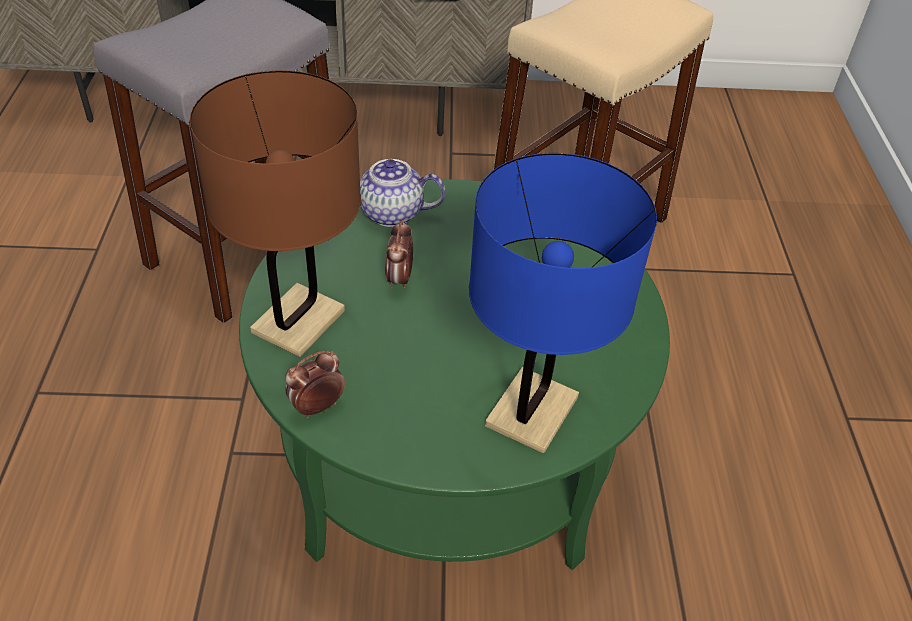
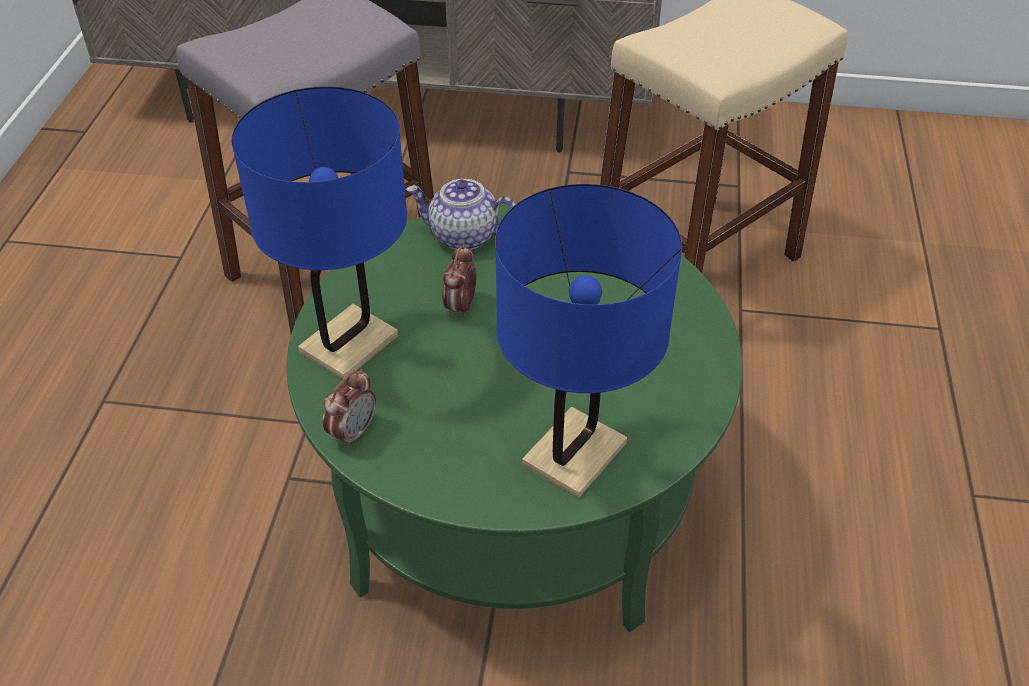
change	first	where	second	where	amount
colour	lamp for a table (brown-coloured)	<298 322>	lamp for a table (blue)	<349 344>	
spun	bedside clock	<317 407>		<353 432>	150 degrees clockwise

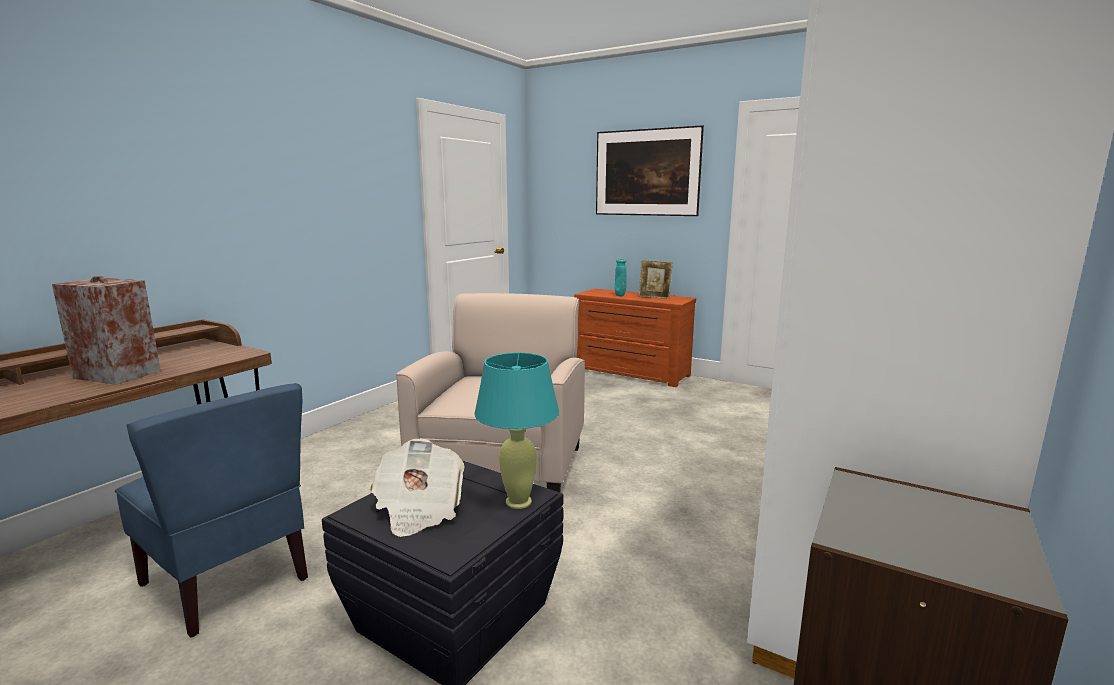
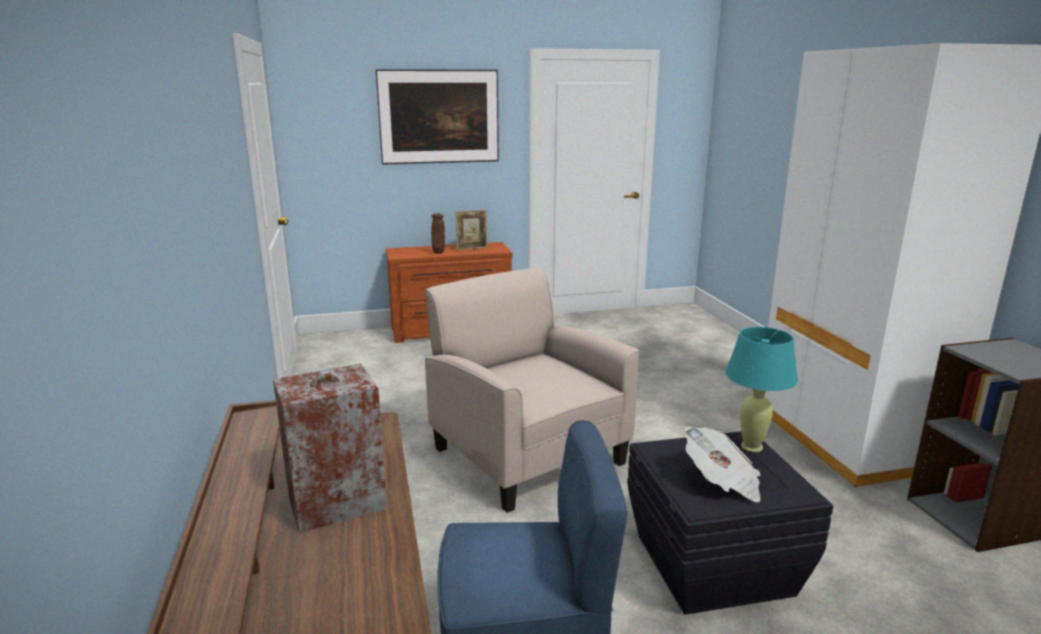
change	first	where	second	where	amount
colour	decorative vase (turquoise)	<620 296>	decorative vase (brown-coloured)	<438 253>	

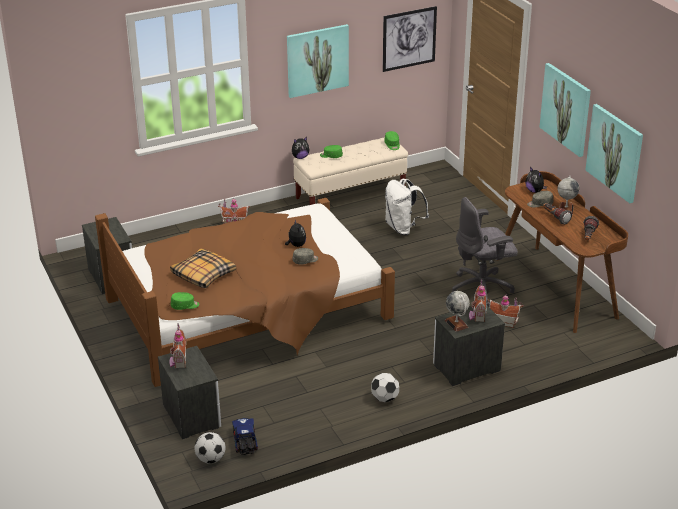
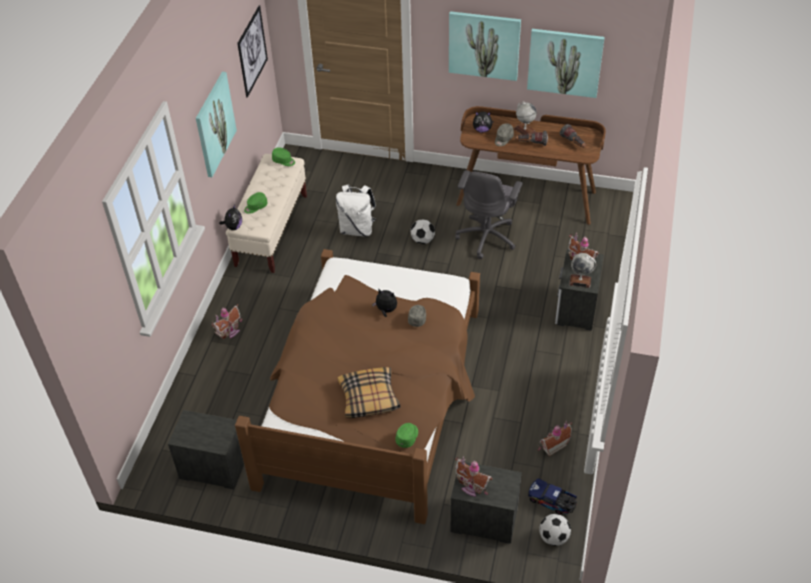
change	first	where	second	where	amount
relocated	model house	<504 322>		<552 446>	
relocated	football	<384 398>		<423 240>	

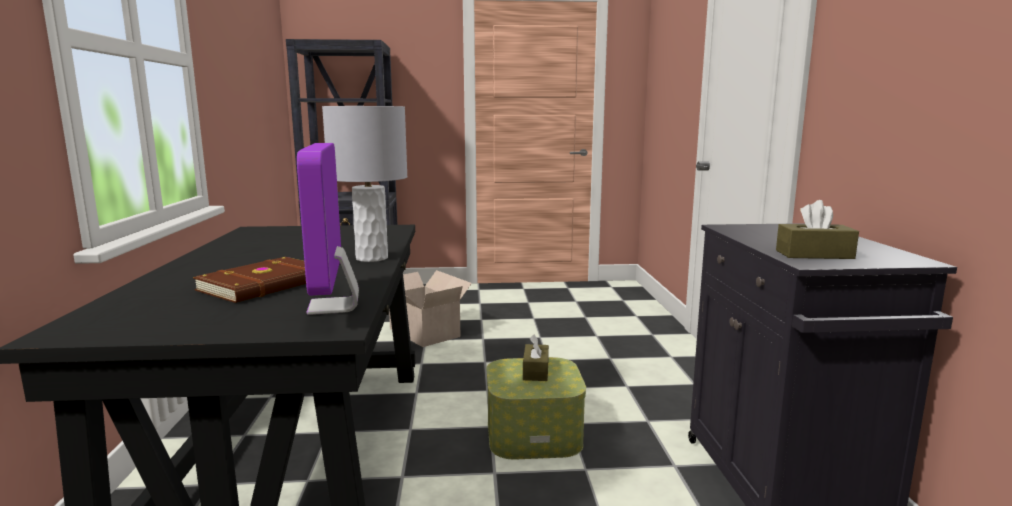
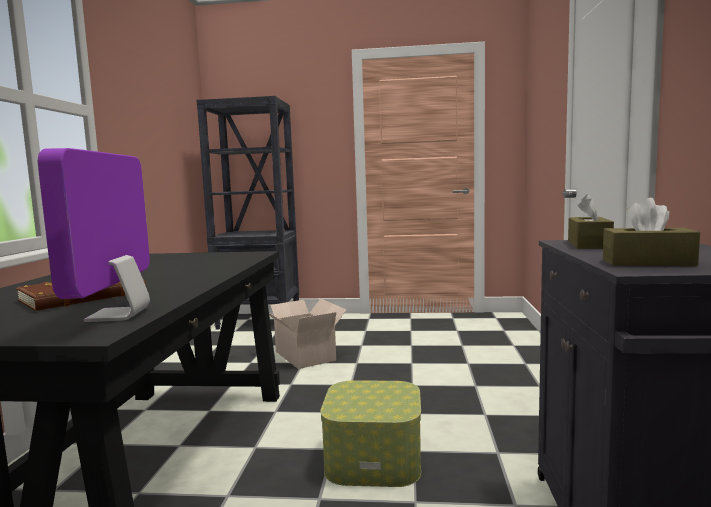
change	first	where	second	where	amount
missing	lamp for a table (grey)	<372 258>			
relocated	tissue holder (brown-coloured)	<535 371>		<589 244>	

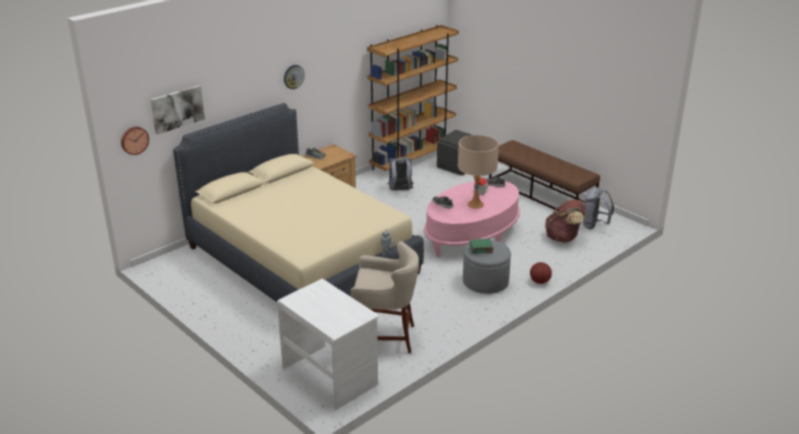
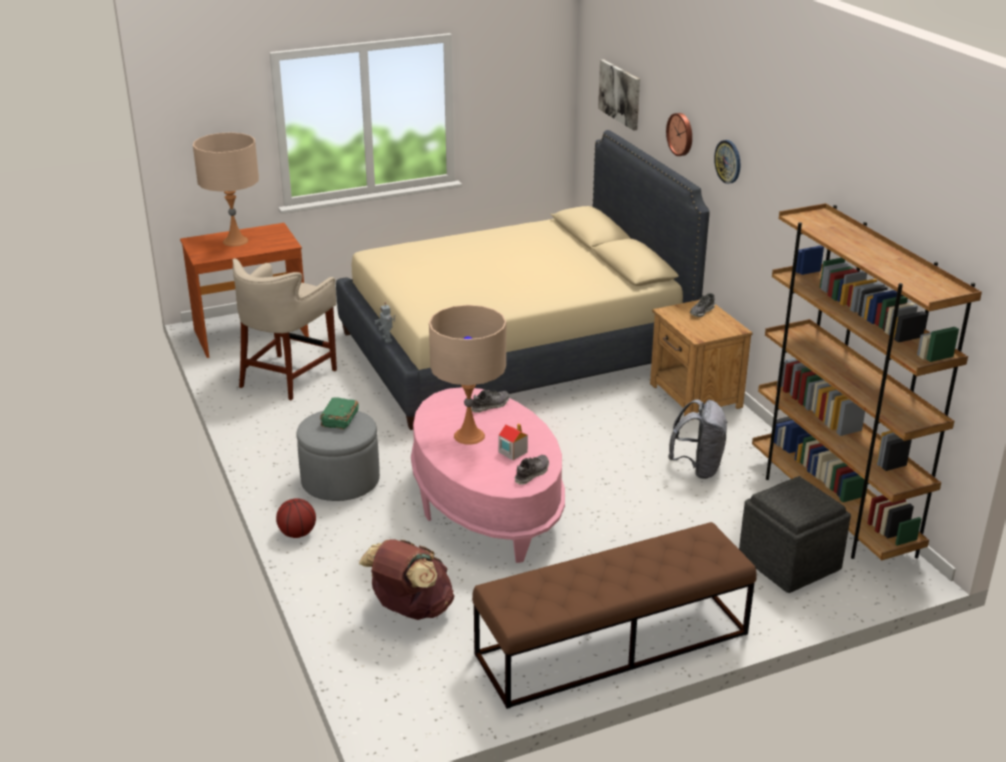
change	first	where	second	where	amount
relocated	hanging clock	<134 140>		<681 134>	
missing	knapsack (grey)	<594 225>			
colour	desk table (white-coloured)	<330 376>	desk table (brown-coloured)	<251 335>	
appeared			lamp for a table (beige)	<235 241>	

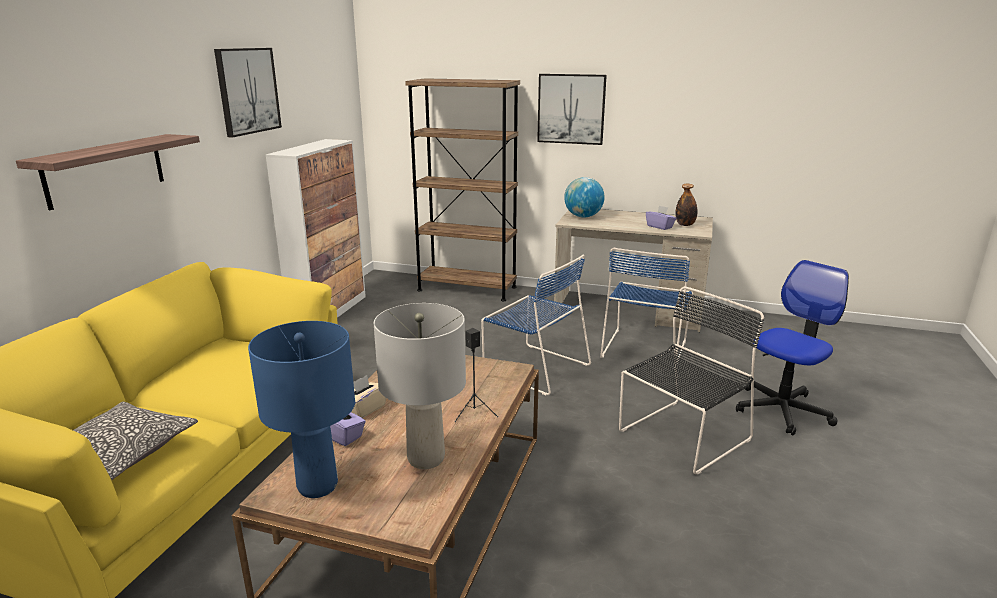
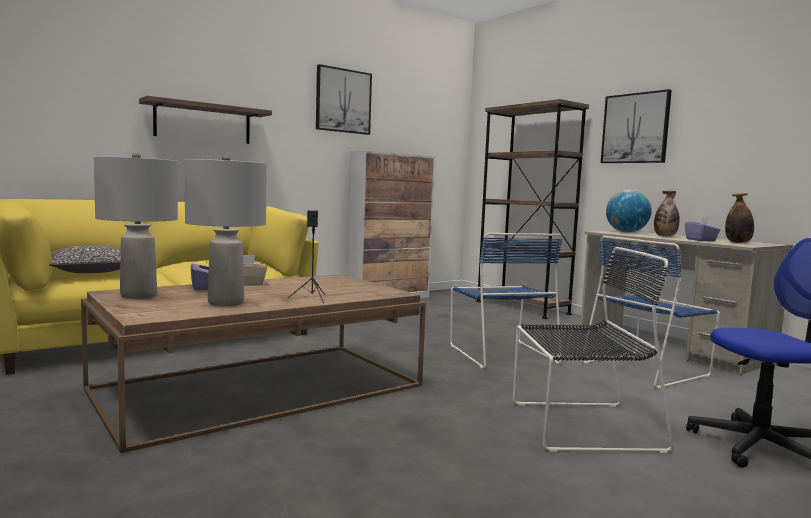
change	first	where	second	where	amount
colour	lamp for a table (blue)	<317 486>	lamp for a table (grey)	<138 295>	
appeared			bottle	<665 236>	

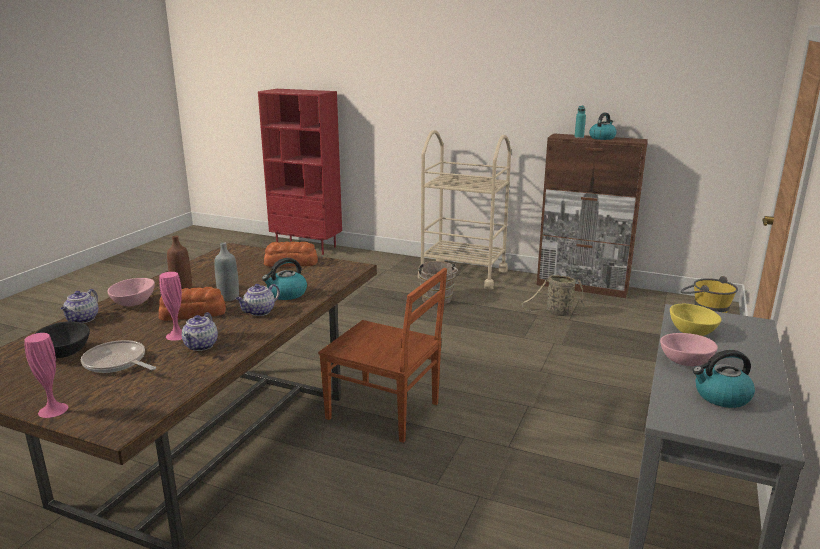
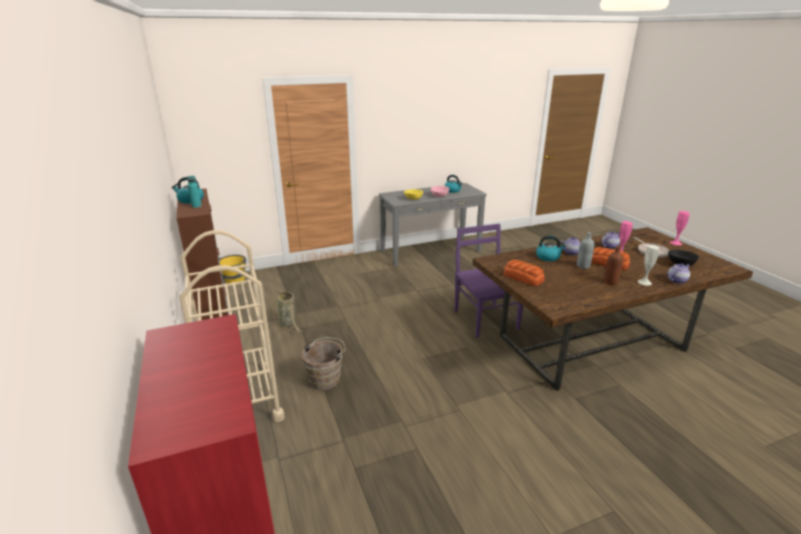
change	first	where	second	where	amount
colour	plain chair (brown-coloured)	<385 412>	plain chair (purple)	<485 318>	
exchanged	deep dish (pink-coloured)	<134 302>	decorative vase (white-coloured)	<644 282>	

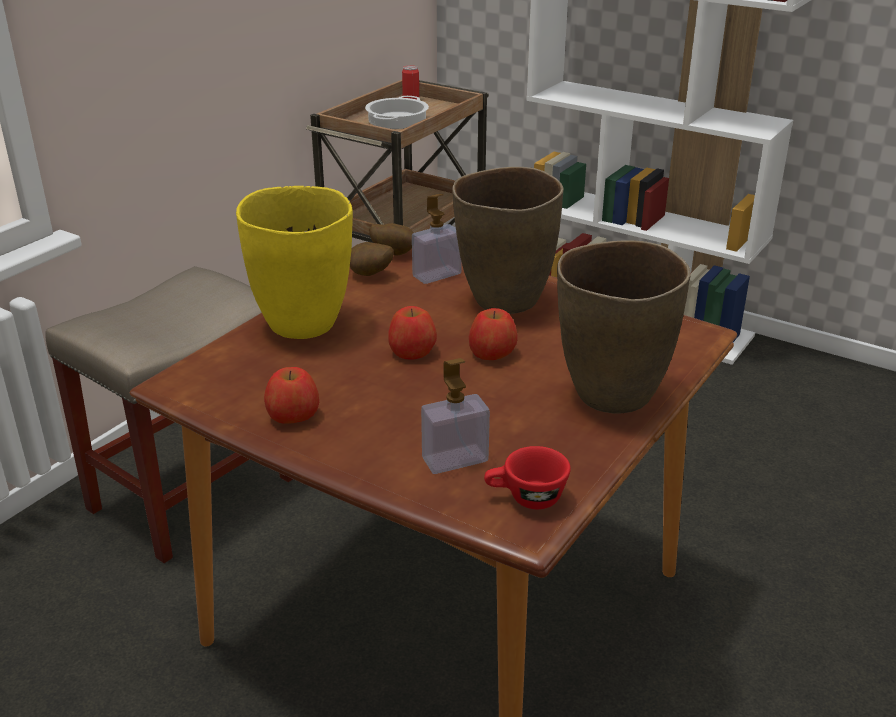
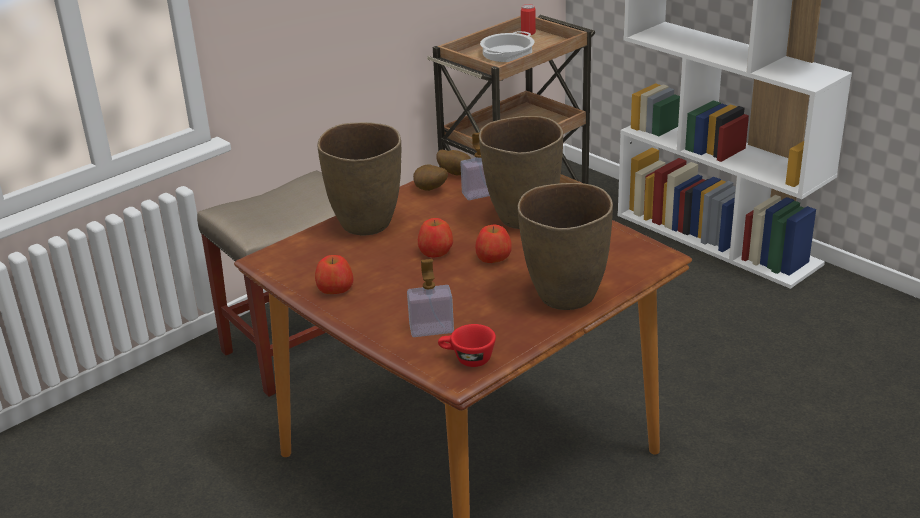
change	first	where	second	where	amount
colour	decorative vase (yellow-coloured)	<304 324>	decorative vase (brown-coloured)	<367 224>	

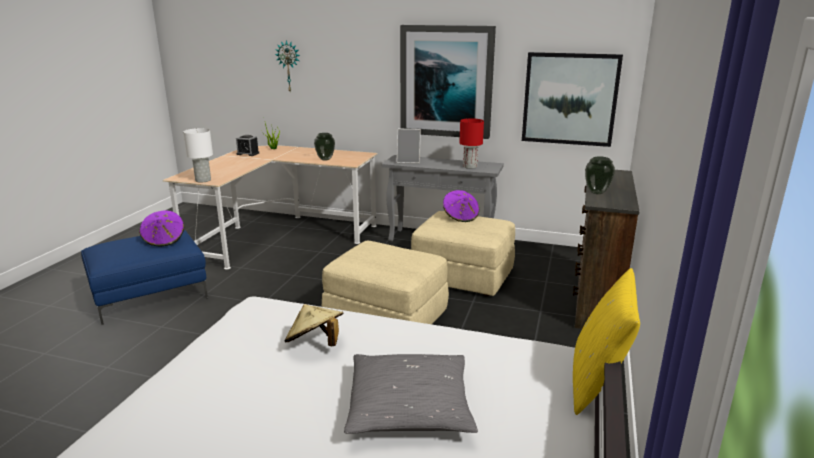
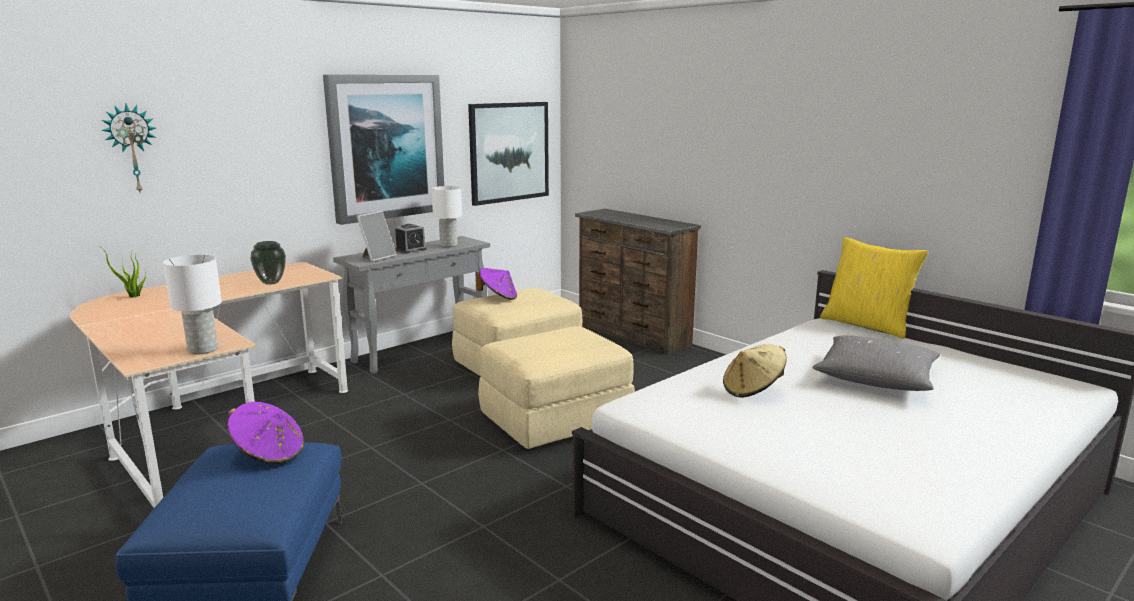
change	first	where	second	where	amount
colour	lamp for a table (red)	<470 166>	lamp for a table (white-coloured)	<448 245>	
relocated	bedside clock	<248 153>		<411 250>	
missing	decorative vase	<596 192>			

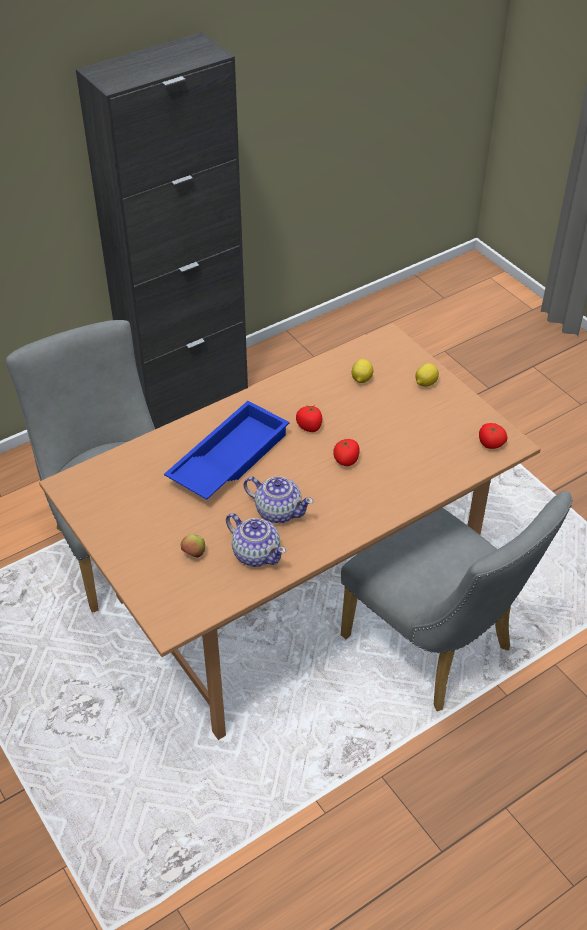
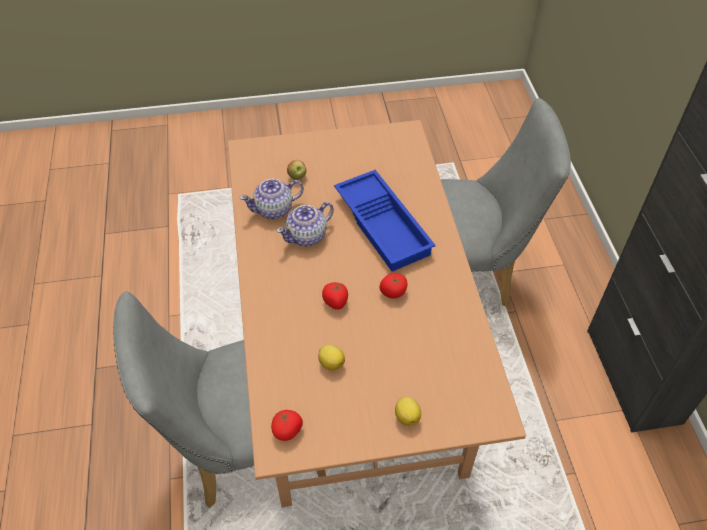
change	first	where	second	where	amount
relocated	whole lemon	<361 379>		<331 363>	

